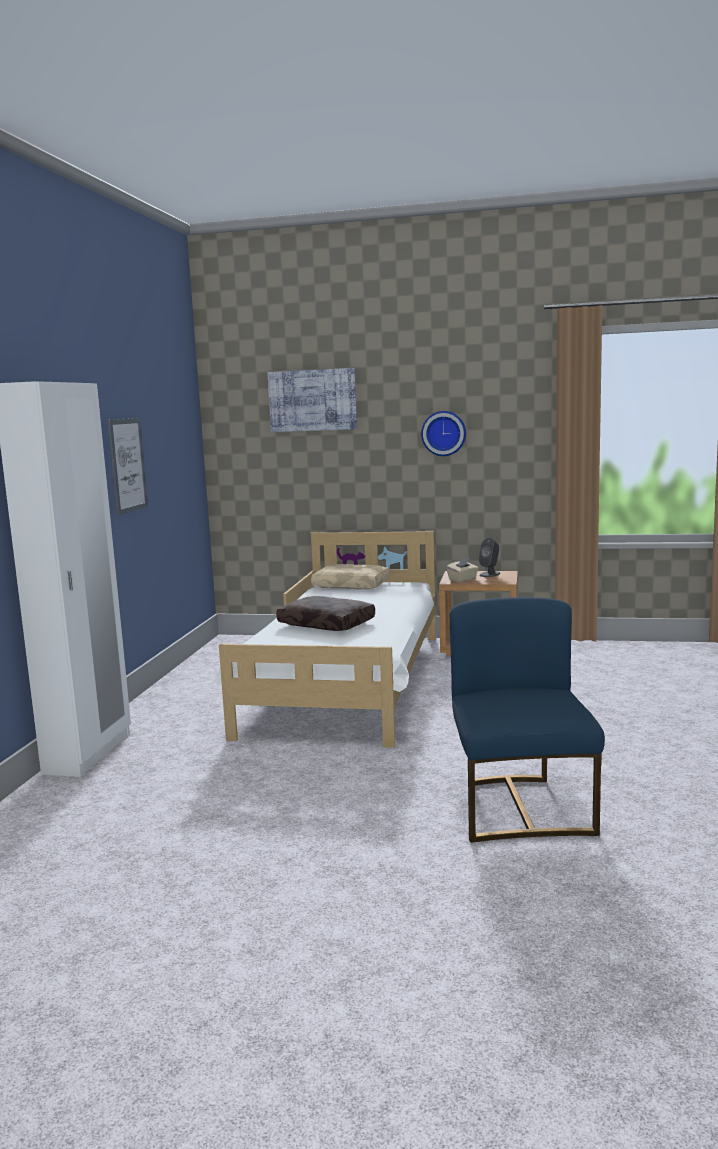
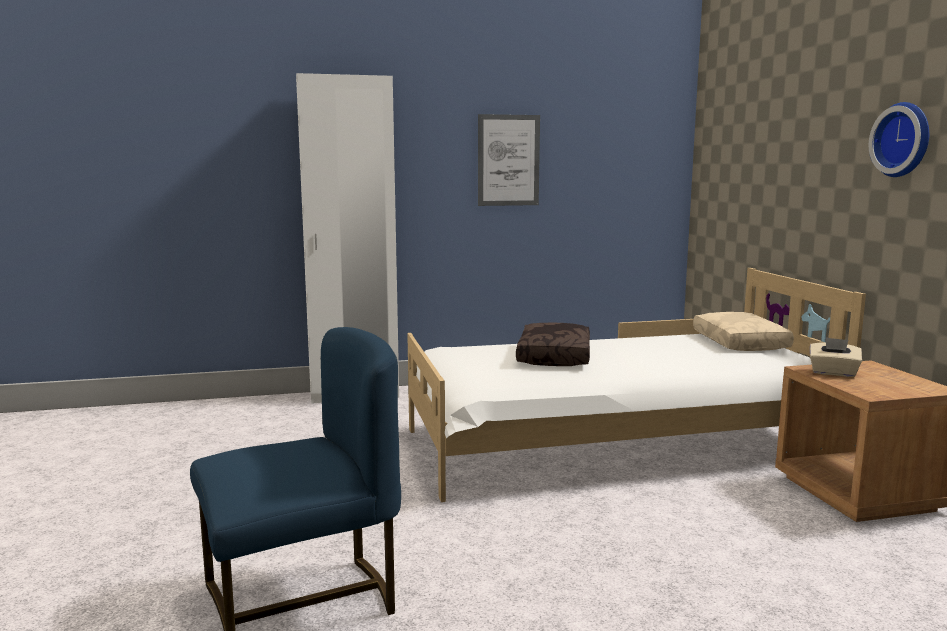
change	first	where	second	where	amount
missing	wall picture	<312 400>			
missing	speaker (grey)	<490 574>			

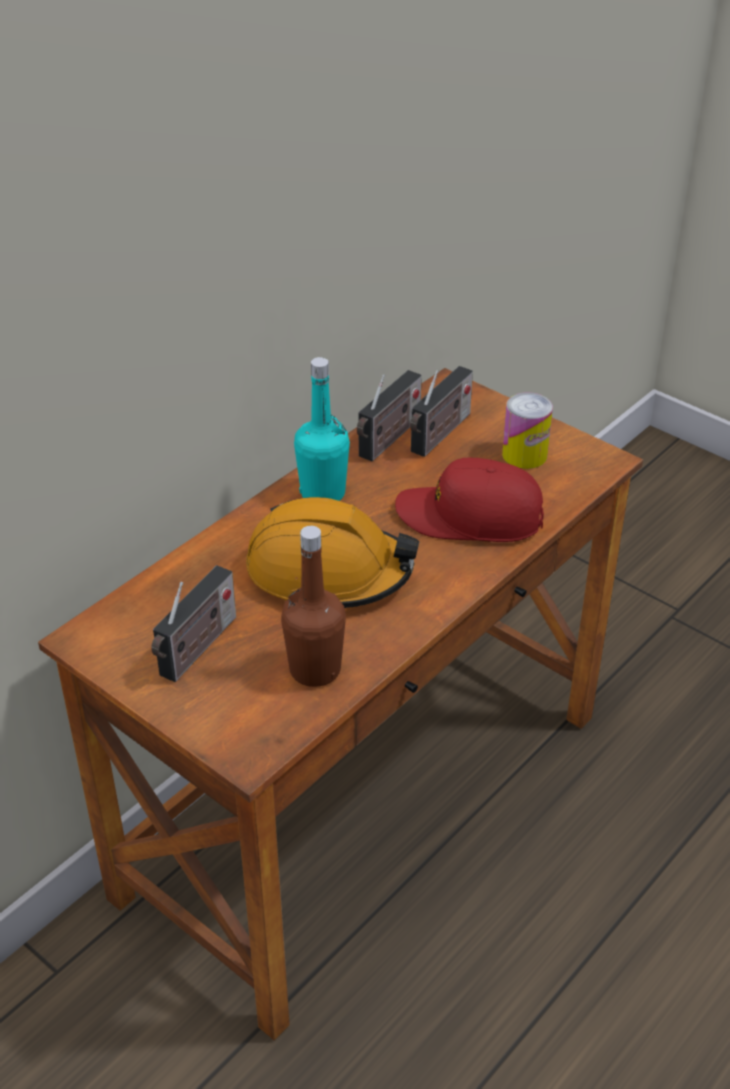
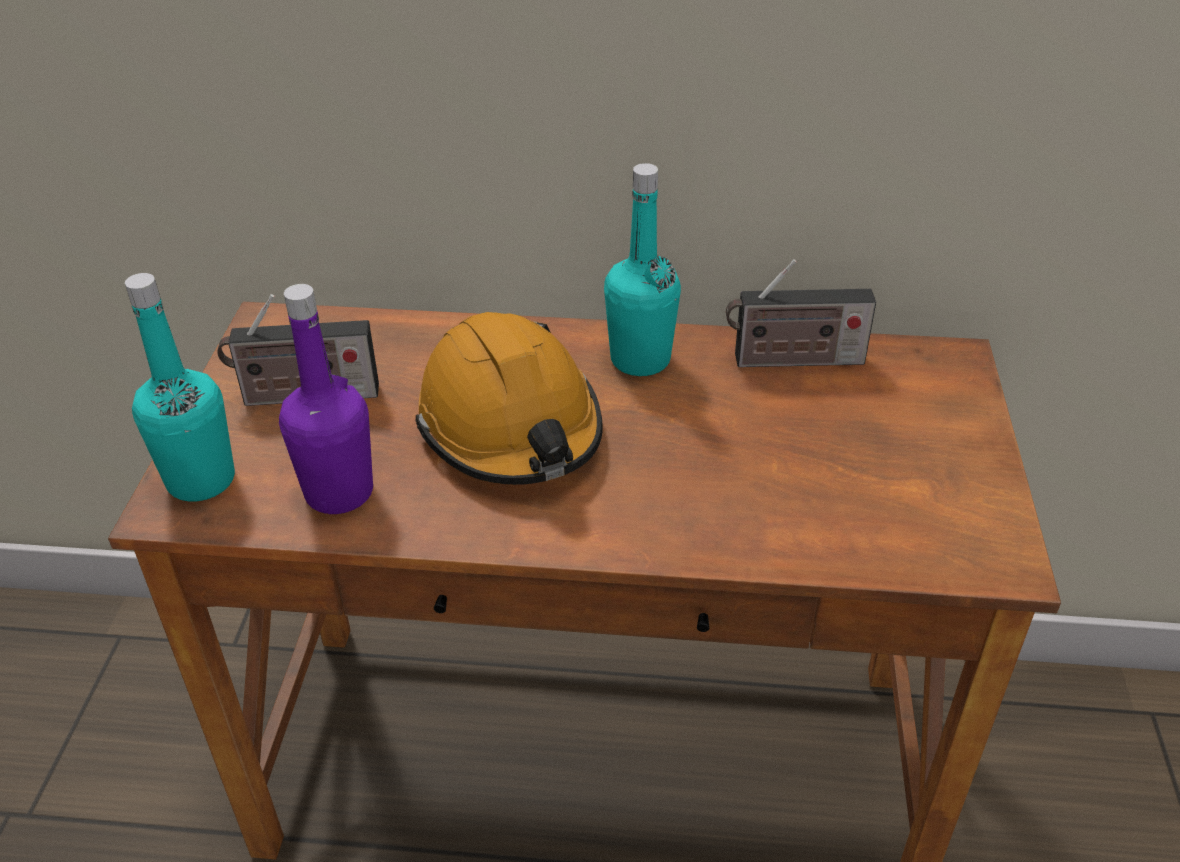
change	first	where	second	where	amount
missing	radio receiver	<439 435>			
missing	metal can	<524 455>			
missing	baseball cap (red)	<469 516>			
colour	bottle (brown-coloured)	<315 670>	bottle (purple)	<339 492>	
appeared			bottle (turquoise)	<201 480>	

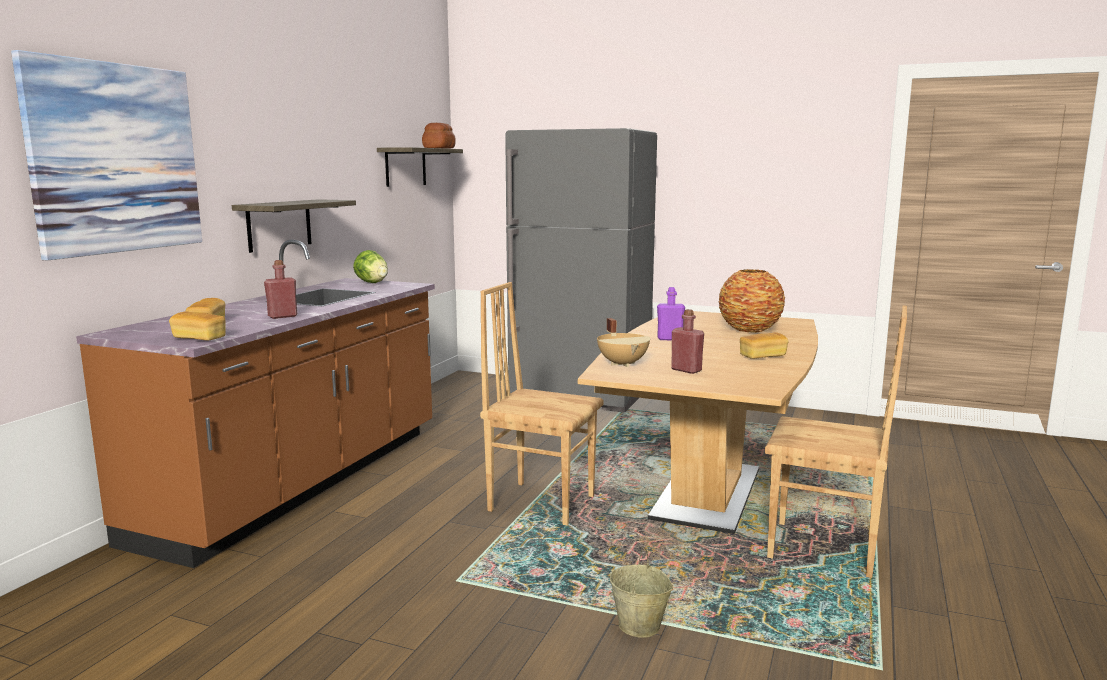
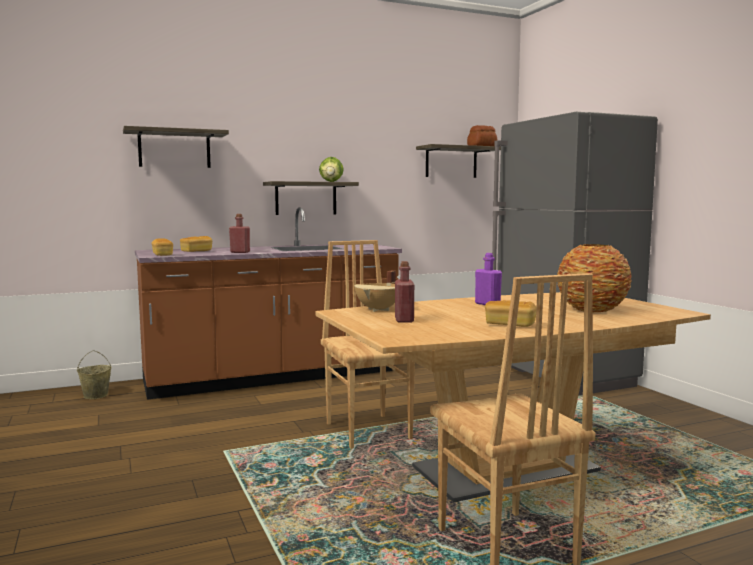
change	first	where	second	where	amount
exchanged	wall picture	<115 158>	shelf	<174 149>	
relocated	head of lettuce	<372 283>		<331 182>	
relocated	water bucket (beige)	<640 626>		<95 396>	

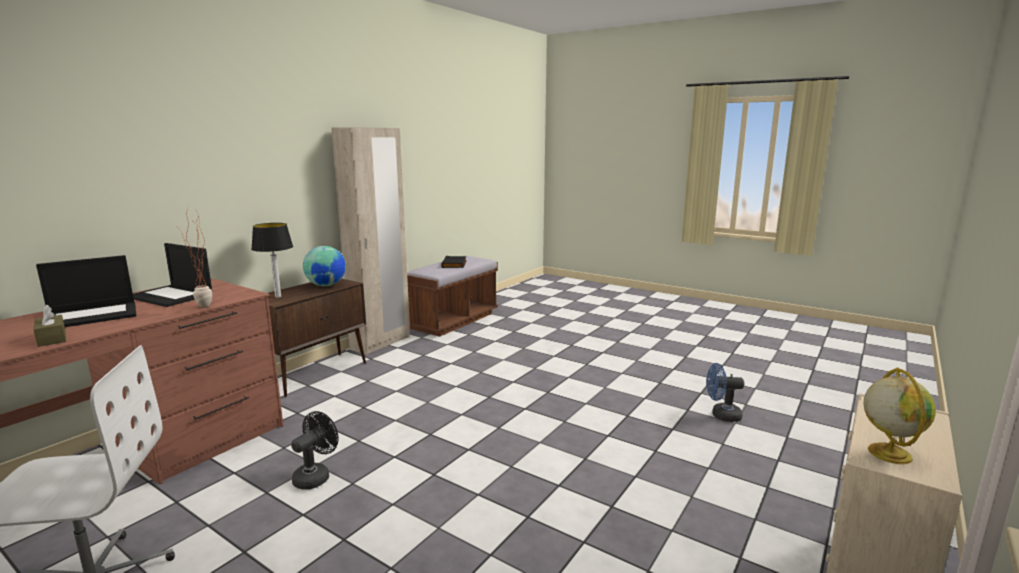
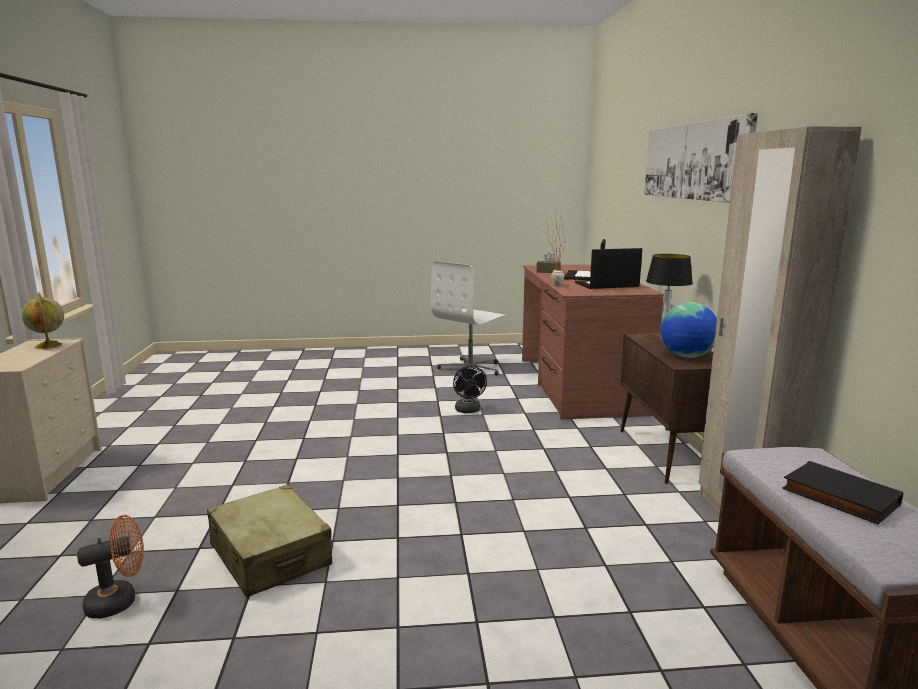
change	first	where	second	where	amount
colour	electric fan (blue)	<721 415>	electric fan (orange)	<119 601>	
appeared			wall picture	<693 161>	
appeared			piece of luggage (beige)	<270 555>	

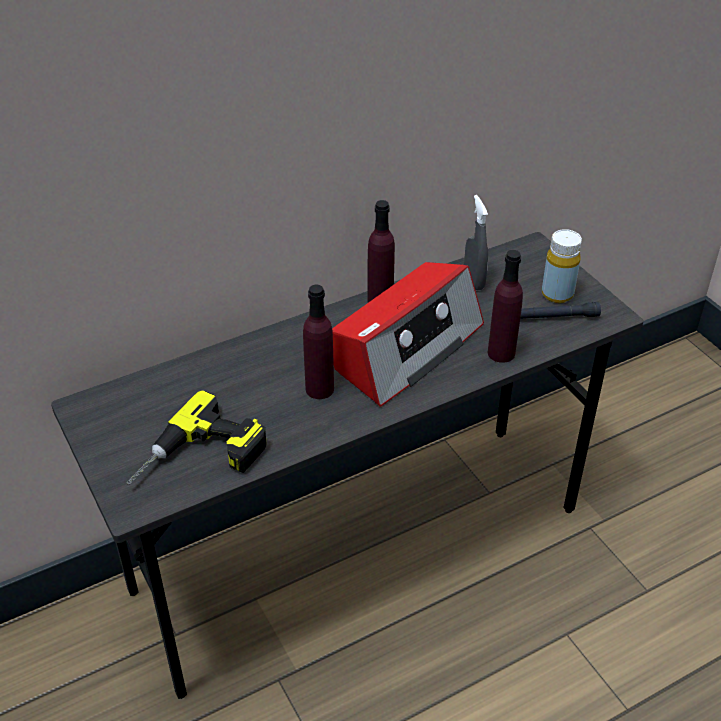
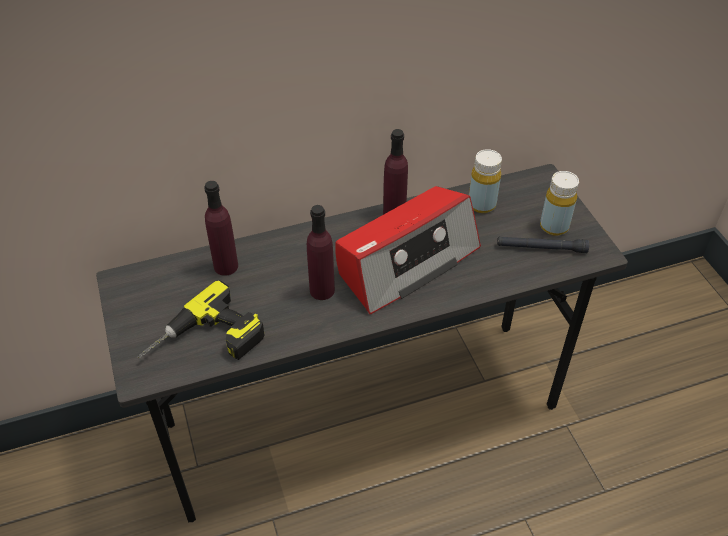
change	first	where	second	where	amount
exchanged	sprayer (grey)	<474 281>	bottle (yellow-coloured)	<481 204>	
relocated	bottle (purple)	<501 353>		<226 266>	

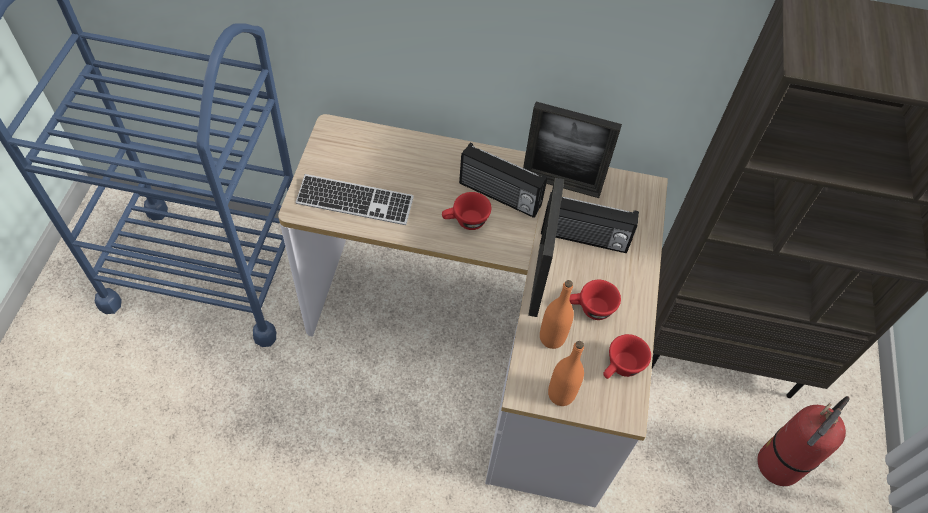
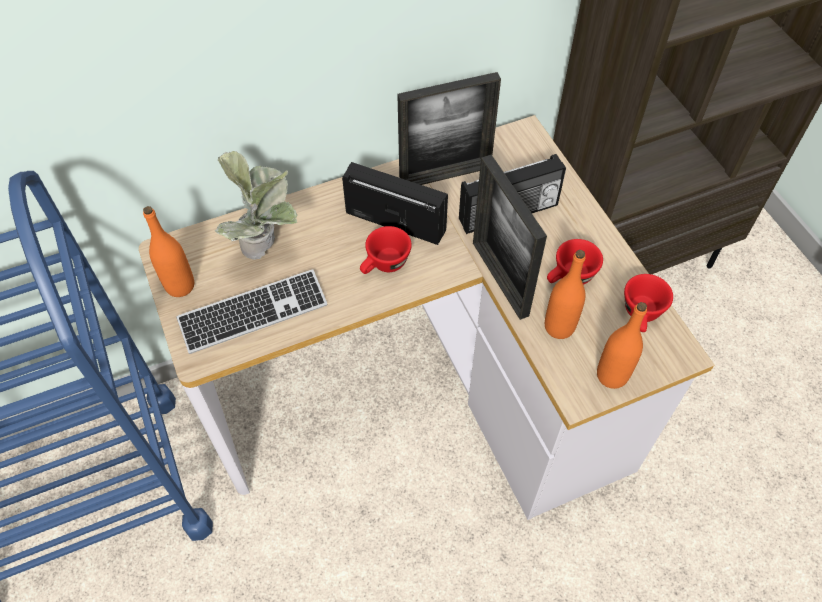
change	first	where	second	where	amount
spun	radio receiver	<499 196>		<396 220>	150 degrees counterclockwise
missing	fire-fighting cylinder	<779 465>			
appeared			houseplant	<267 247>	
appeared			bottle (orange)	<180 286>	

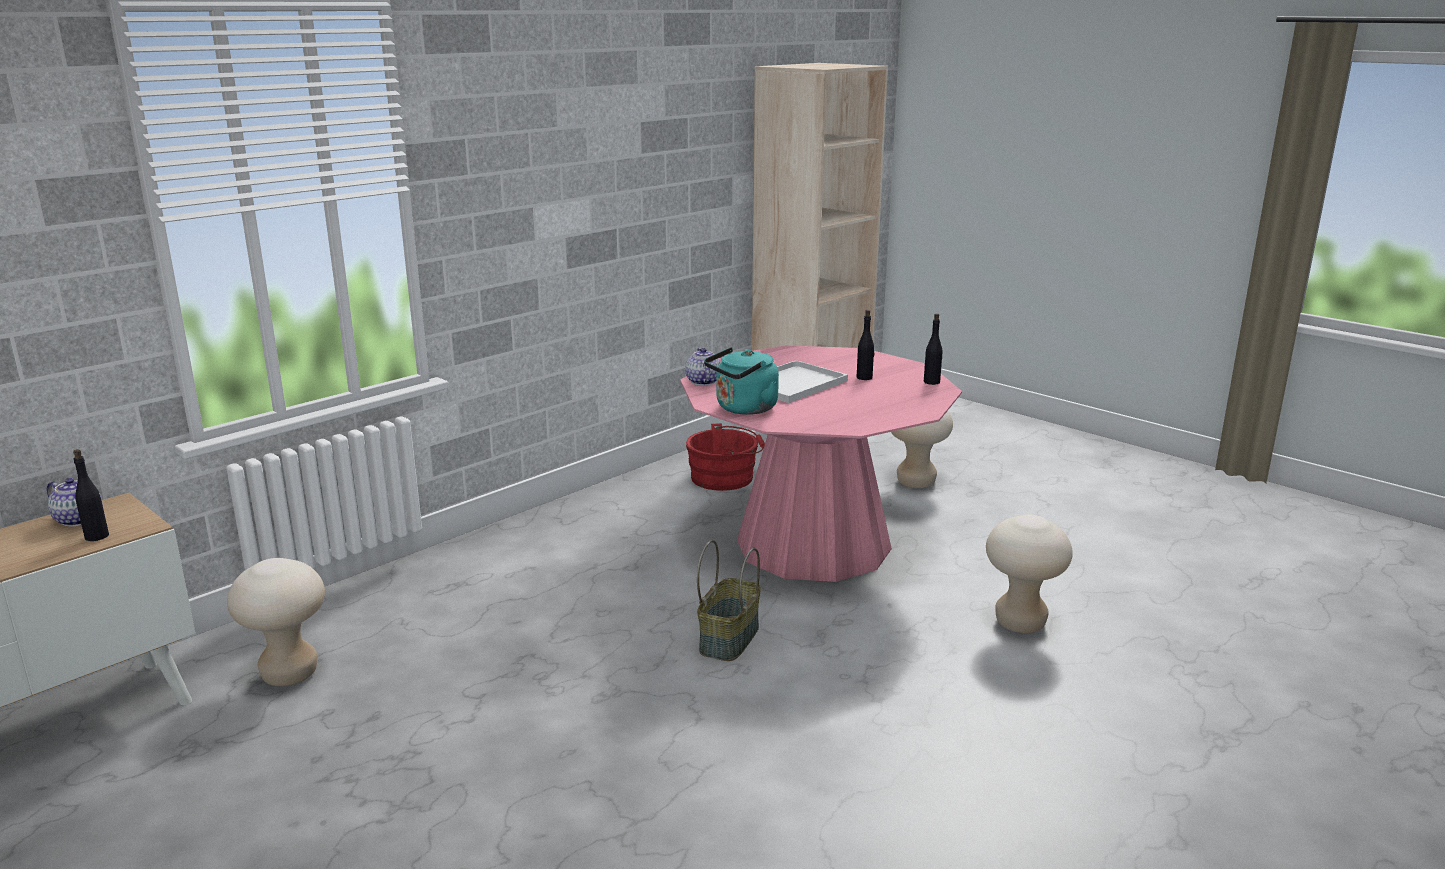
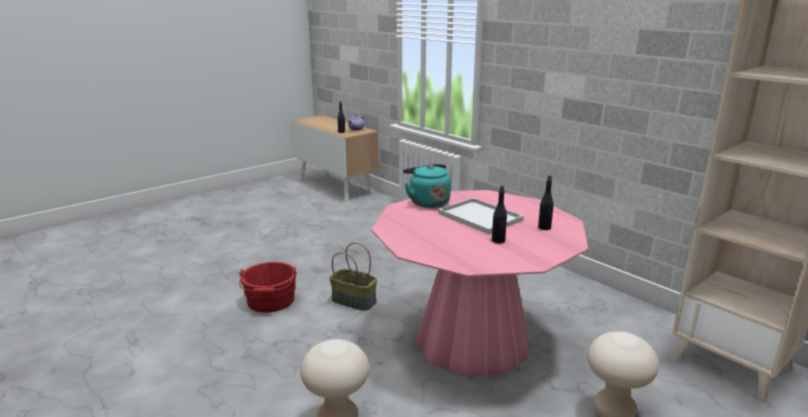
change	first	where	second	where	amount
relocated	bottle (black-coloured)	<932 382>		<544 228>	
missing	teapot	<703 382>			
relocated	water bucket (red)	<726 478>		<270 301>	
missing	stool (beige)	<290 674>			

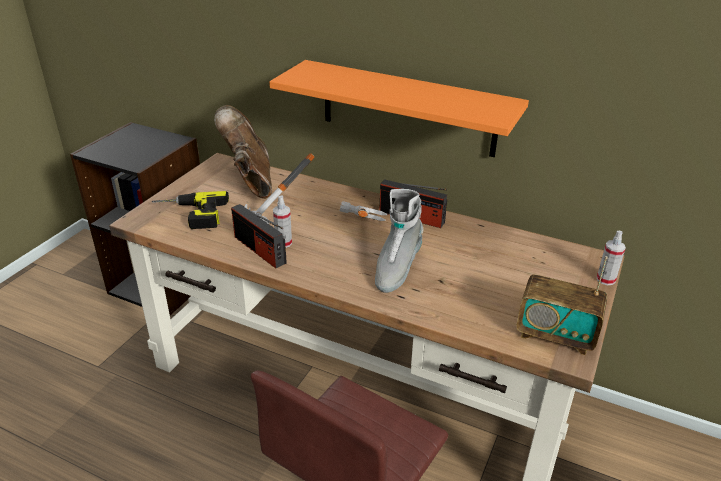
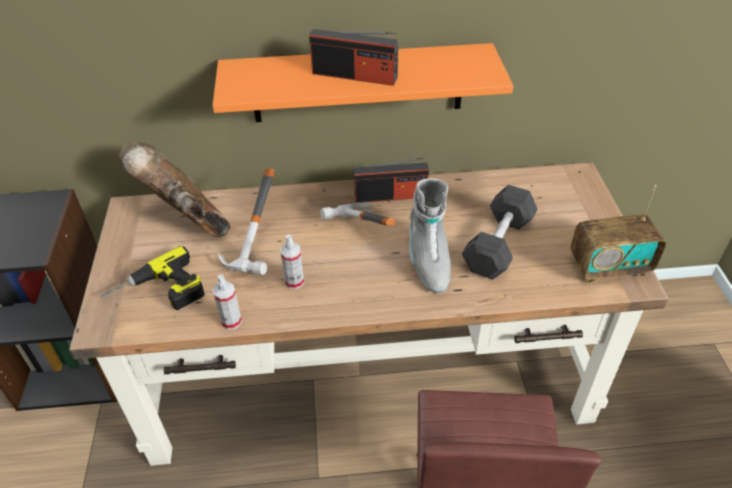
change	first	where	second	where	amount
relocated	radio receiver	<260 250>		<354 76>	
relocated	sprayer	<605 279>		<231 321>	
appeared			dumbbell (grey)	<498 244>	

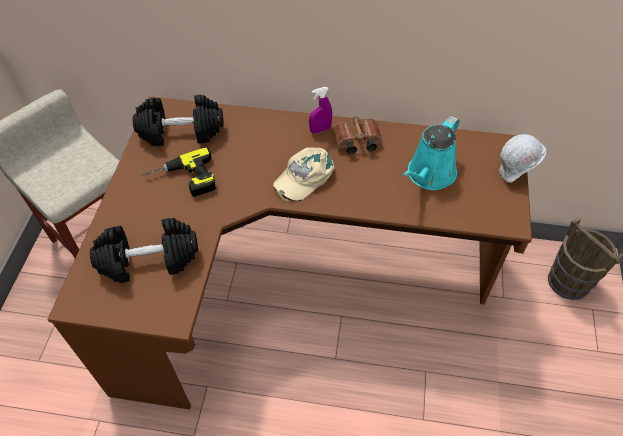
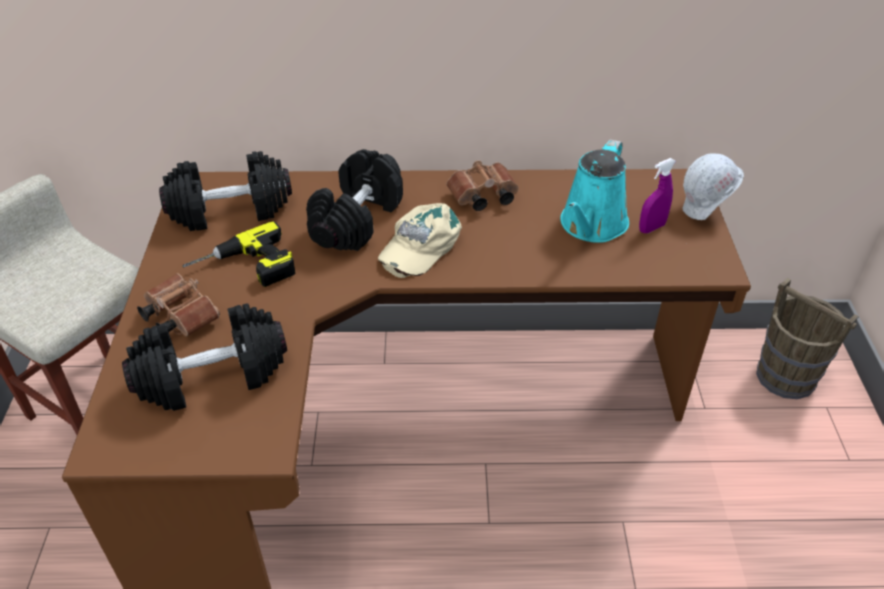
change	first	where	second	where	amount
relocated	sprayer (purple)	<320 130>		<651 228>	
appeared			dumbbell (black-coloured)	<357 219>	
appeared			pair of binoculars (brown-coloured)	<179 316>	

